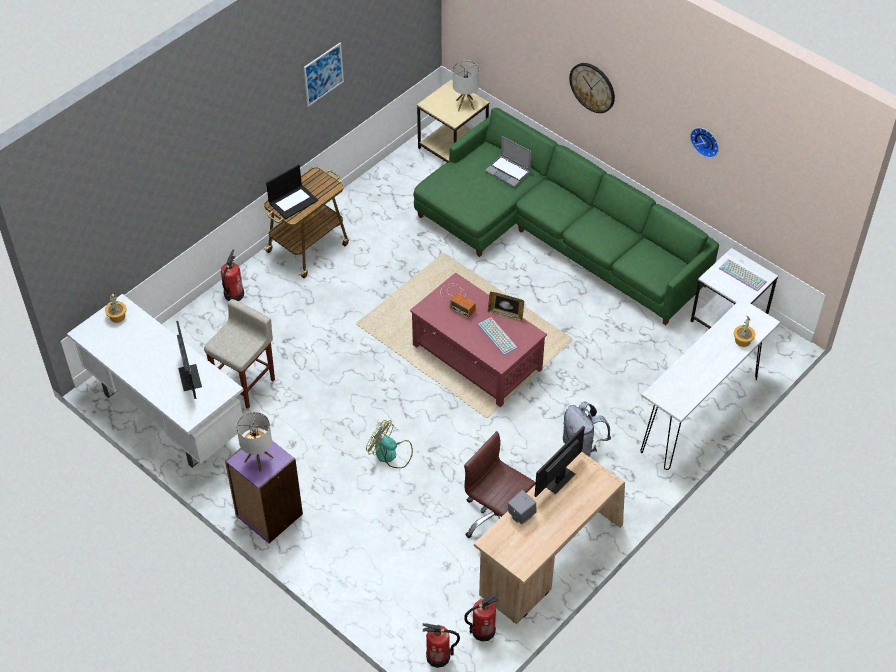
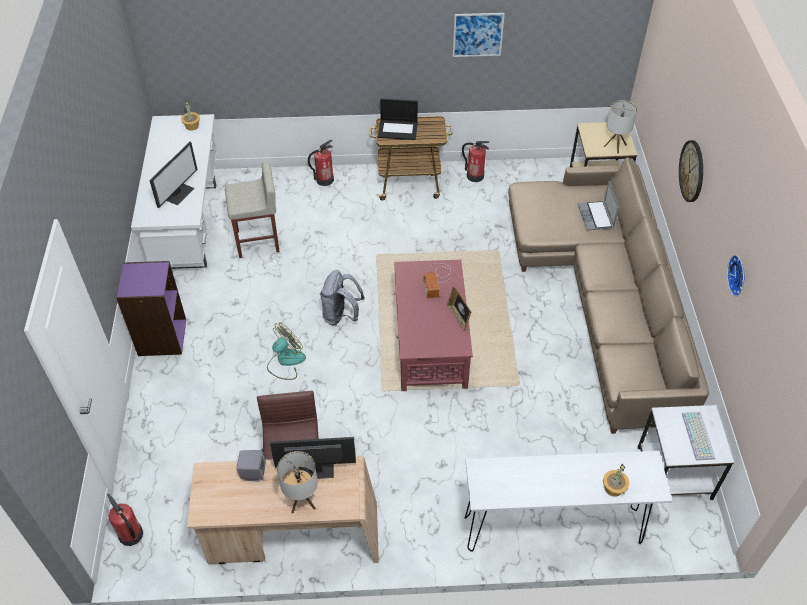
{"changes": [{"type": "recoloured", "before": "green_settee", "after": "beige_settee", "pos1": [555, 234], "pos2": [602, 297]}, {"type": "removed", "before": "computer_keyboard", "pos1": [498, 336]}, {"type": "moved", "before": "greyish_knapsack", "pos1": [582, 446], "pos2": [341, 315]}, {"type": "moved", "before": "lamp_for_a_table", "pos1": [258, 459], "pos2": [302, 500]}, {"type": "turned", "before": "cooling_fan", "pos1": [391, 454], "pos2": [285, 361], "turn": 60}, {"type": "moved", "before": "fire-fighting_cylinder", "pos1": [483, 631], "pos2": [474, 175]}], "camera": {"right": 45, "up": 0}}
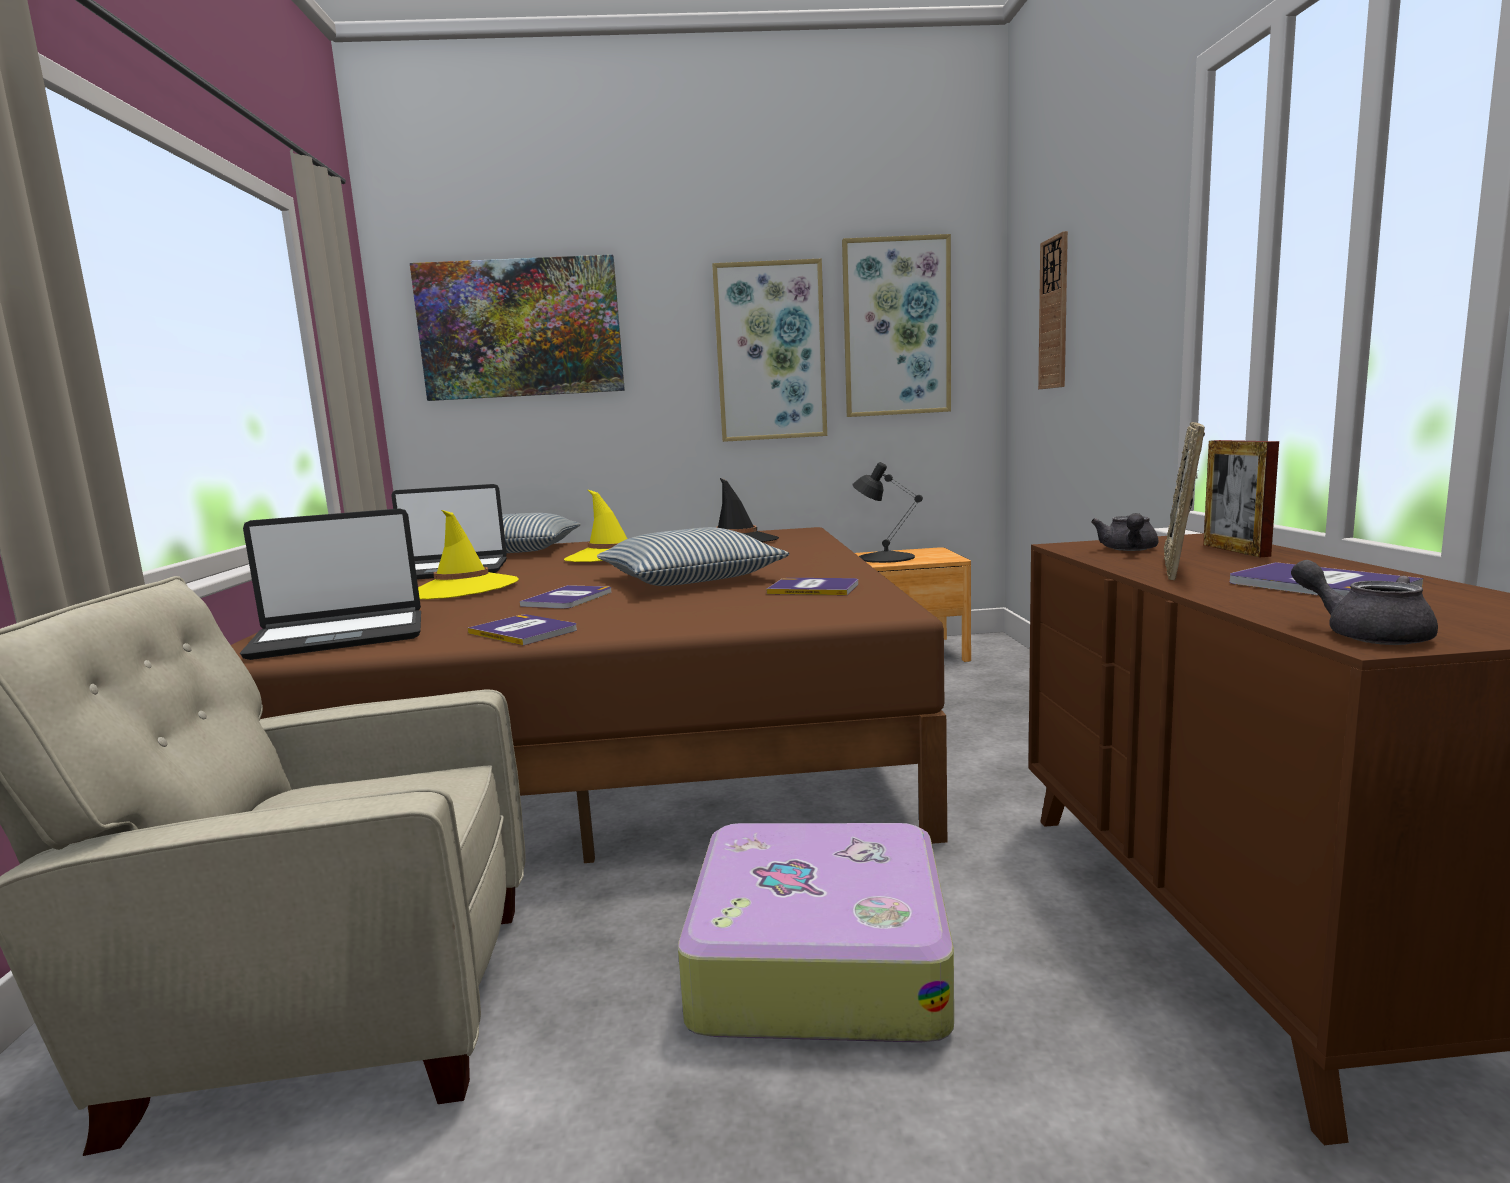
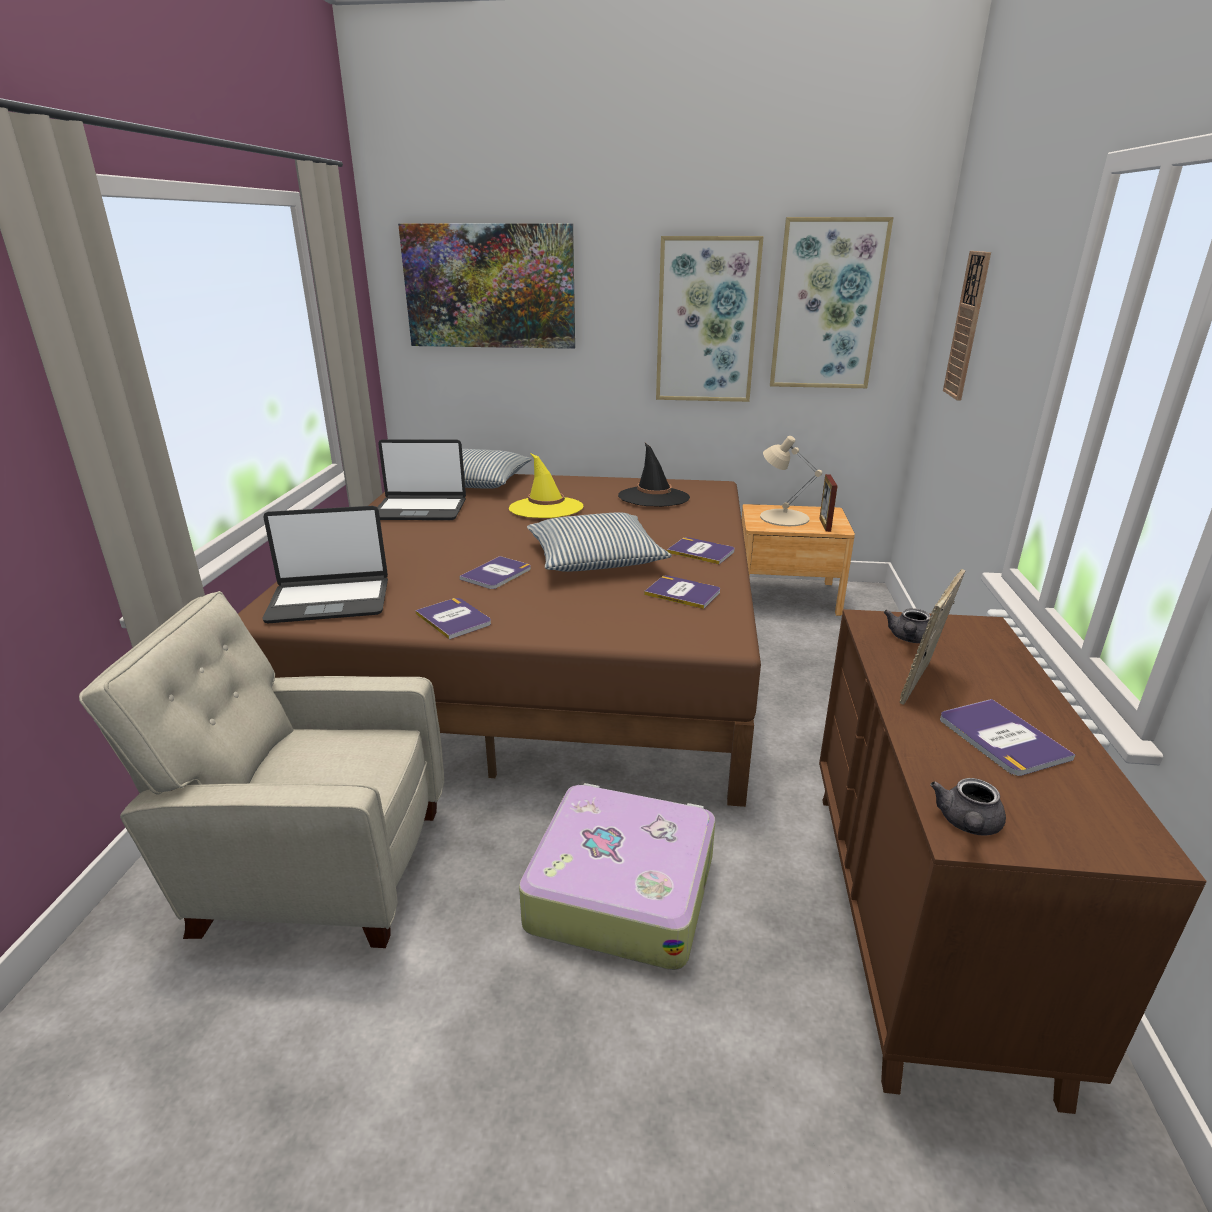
{"changes": [{"type": "moved", "before": "picture_frame", "pos1": [1235, 550], "pos2": [825, 525]}, {"type": "recoloured", "before": "blackish_lamp_for_a_table", "after": "beige_lamp_for_a_table", "pos1": [885, 557], "pos2": [783, 517]}, {"type": "removed", "before": "yellow-coloured_clothing_hat", "pos1": [462, 589]}, {"type": "turned", "before": "greyish_pot_for_tea", "pos1": [1365, 634], "pos2": [967, 824], "turn": -135}, {"type": "added", "after": "volume", "pos2": [701, 551]}], "camera": {"right": 10, "up": 15}}
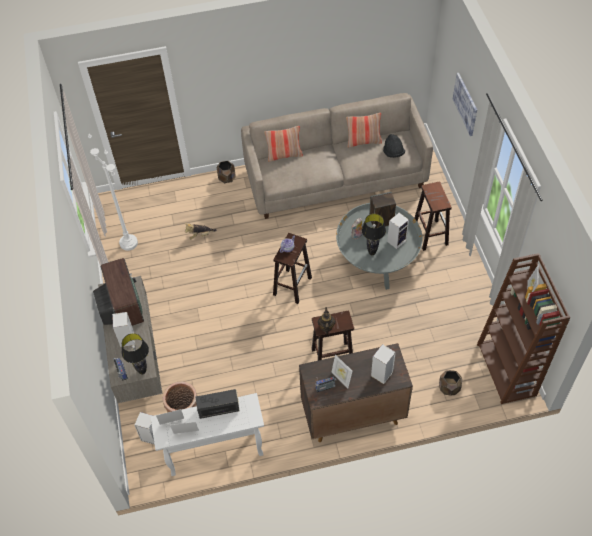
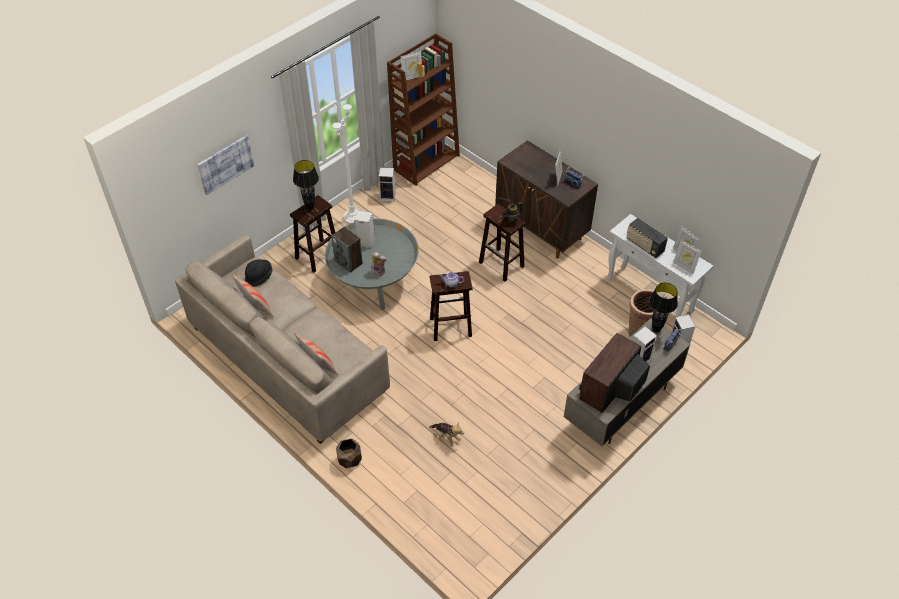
{"changes": [{"type": "moved", "before": "whitish_standard_lamp", "pos1": [129, 243], "pos2": [353, 218]}, {"type": "moved", "before": "blackish_lamp_for_a_table", "pos1": [371, 253], "pos2": [310, 208]}, {"type": "moved", "before": "audio_speaker", "pos1": [382, 375], "pos2": [388, 196]}, {"type": "removed", "before": "brown_planter", "pos1": [449, 388]}], "camera": {"right": -125, "up": -5}}
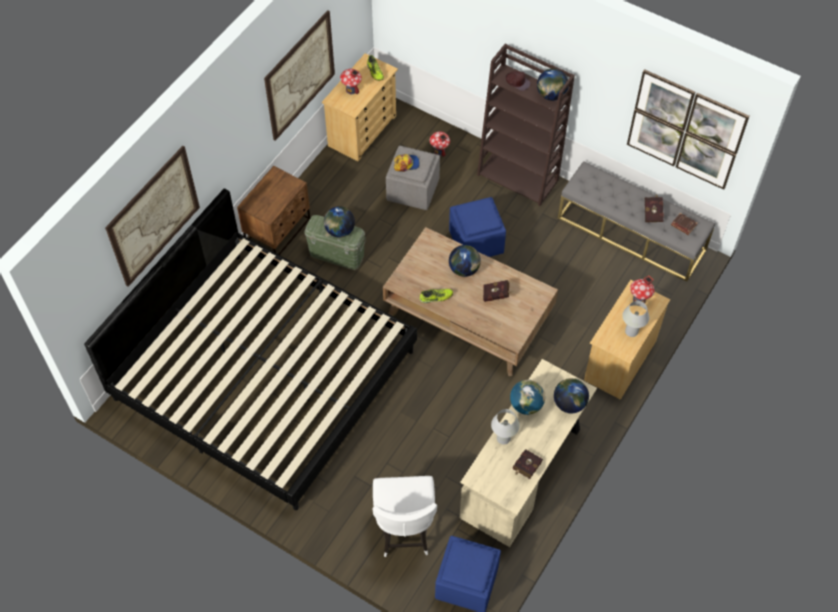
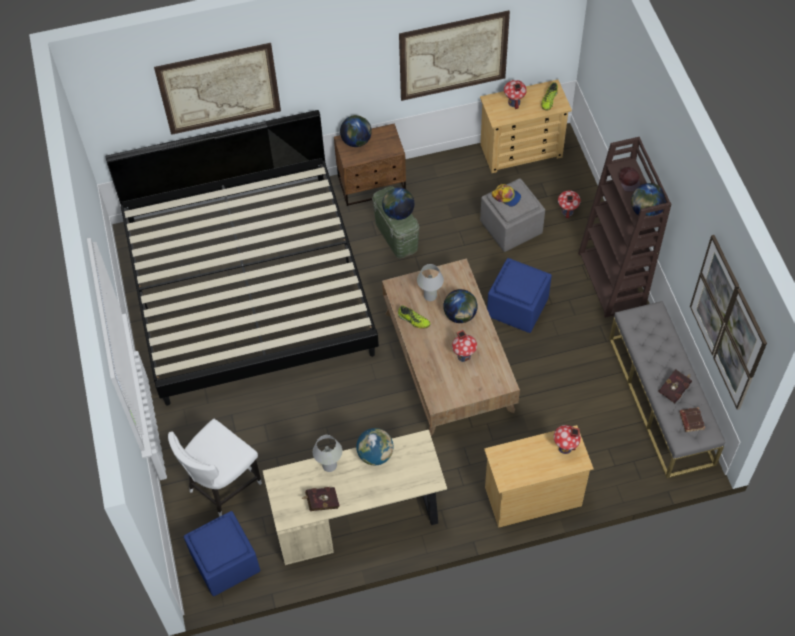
{"changes": [{"type": "replaced", "before": "reddish_volume", "after": "model_house", "pos1": [497, 295], "pos2": [464, 356]}, {"type": "moved", "before": "whitish_lamp_for_a_table", "pos1": [631, 331], "pos2": [430, 296]}, {"type": "moved", "before": "desk_globe", "pos1": [569, 403], "pos2": [356, 141]}], "camera": {"right": 45, "up": 0}}
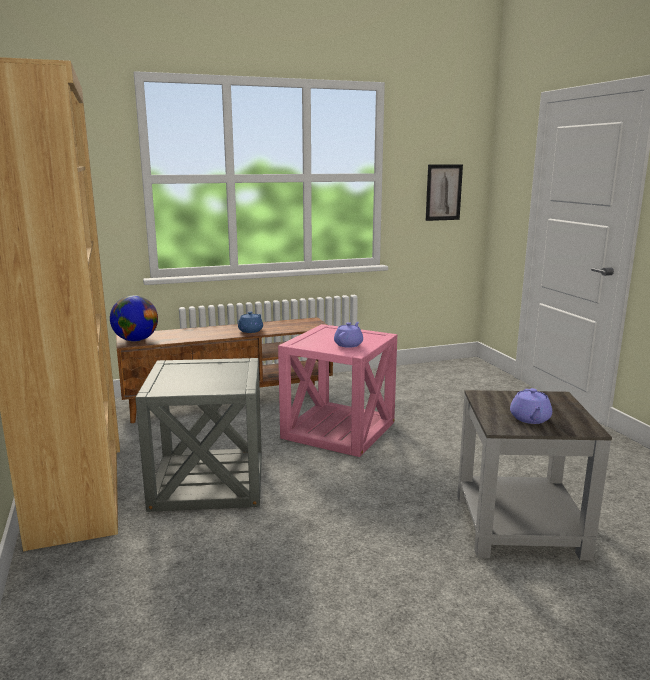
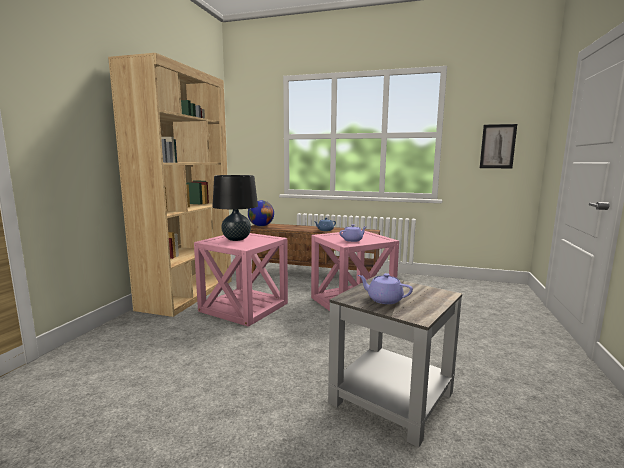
{"changes": [{"type": "recoloured", "before": "greyish_end_table", "after": "pink_end_table", "pos1": [209, 481], "pos2": [244, 307]}, {"type": "turned", "before": "purplish_pot_for_tea", "pos1": [530, 419], "pos2": [384, 299], "turn": 75}, {"type": "added", "after": "blackish_lamp_for_a_table", "pos2": [236, 239]}], "camera": {"right": 35, "up": -5}}
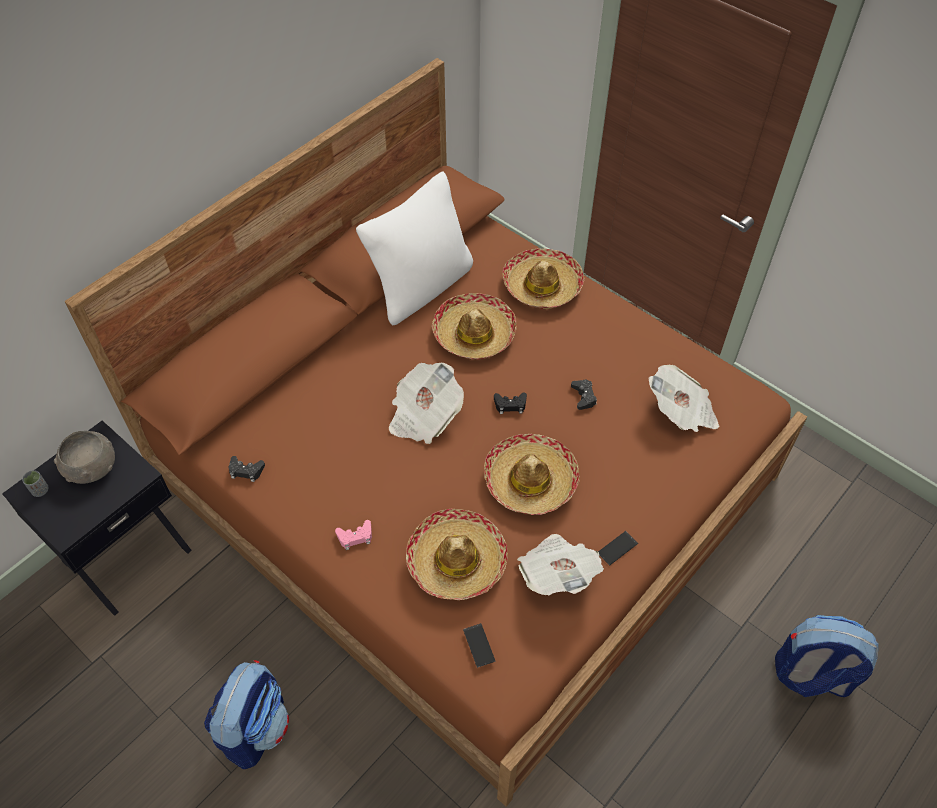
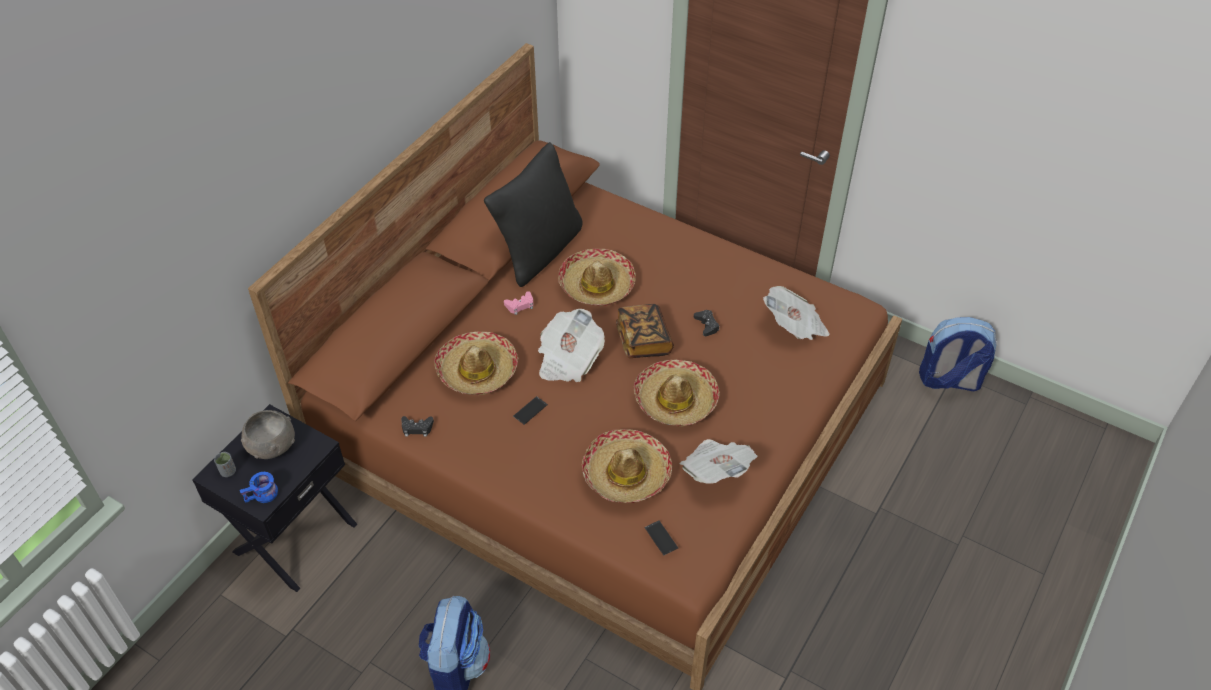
{"changes": [{"type": "recoloured", "before": "whitish_throw_pillow", "after": "blackish_throw_pillow", "pos1": [421, 287], "pos2": [538, 251]}, {"type": "moved", "before": "clothing_hat", "pos1": [542, 286], "pos2": [477, 370]}, {"type": "replaced", "before": "blackish_game_controller", "after": "volume", "pos1": [510, 405], "pos2": [643, 340]}, {"type": "moved", "before": "pink_game_controller", "pos1": [355, 537], "pos2": [520, 305]}, {"type": "moved", "before": "telephone", "pos1": [617, 548], "pos2": [530, 410]}, {"type": "moved", "before": "knapsack", "pos1": [811, 675], "pos2": [949, 380]}, {"type": "added", "after": "blue_mug", "pos2": [262, 496]}], "camera": {"right": -10, "up": -5}}
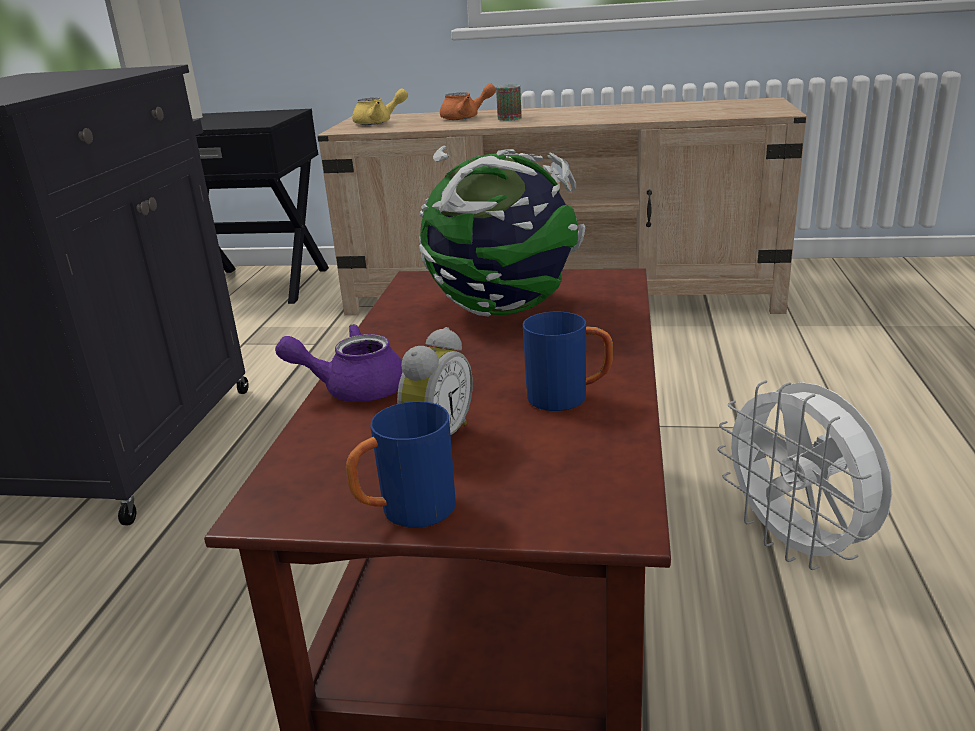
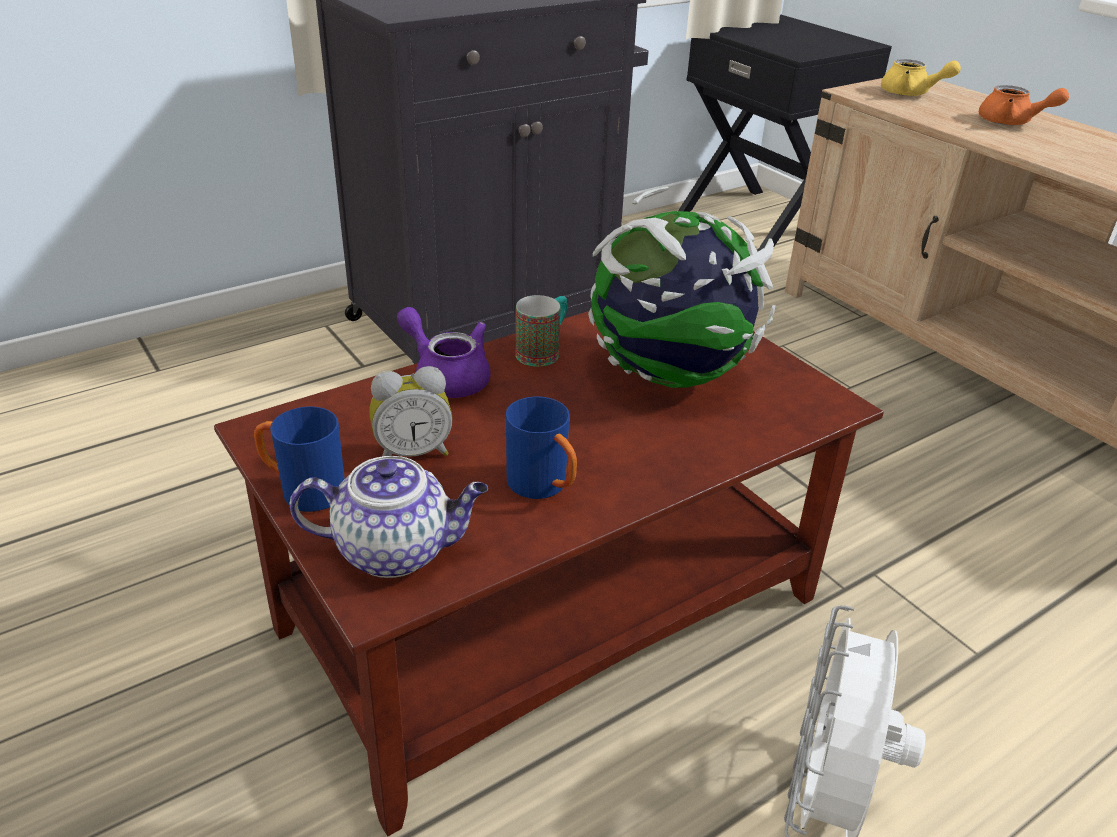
{"changes": [{"type": "moved", "before": "mug", "pos1": [508, 118], "pos2": [543, 351]}, {"type": "added", "after": "pot_for_tea", "pos2": [397, 550]}], "camera": {"right": 45, "up": 10}}
